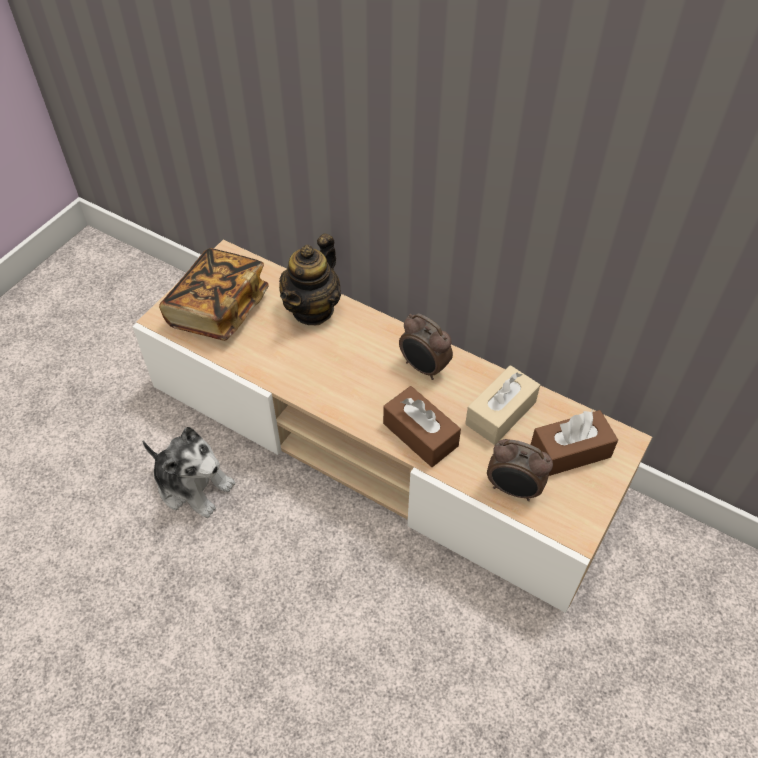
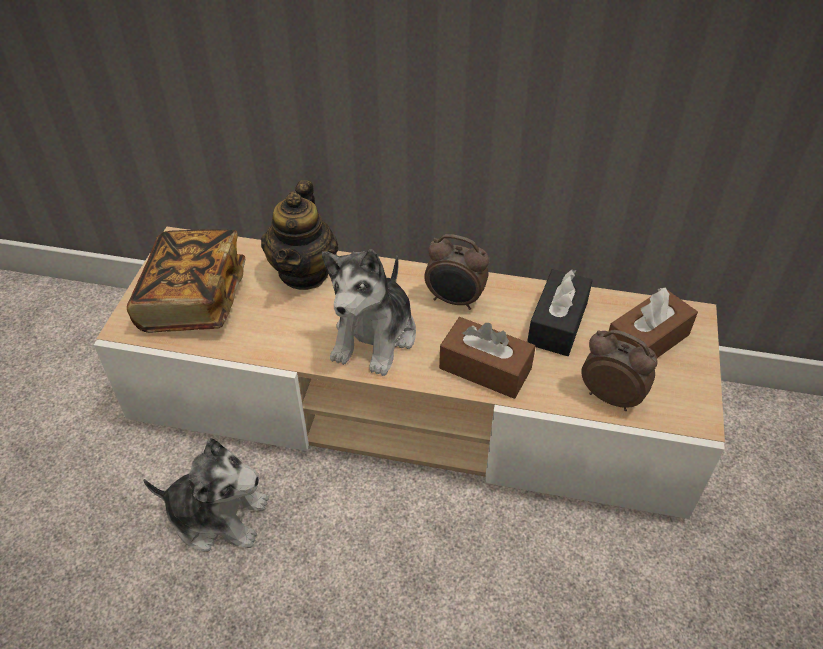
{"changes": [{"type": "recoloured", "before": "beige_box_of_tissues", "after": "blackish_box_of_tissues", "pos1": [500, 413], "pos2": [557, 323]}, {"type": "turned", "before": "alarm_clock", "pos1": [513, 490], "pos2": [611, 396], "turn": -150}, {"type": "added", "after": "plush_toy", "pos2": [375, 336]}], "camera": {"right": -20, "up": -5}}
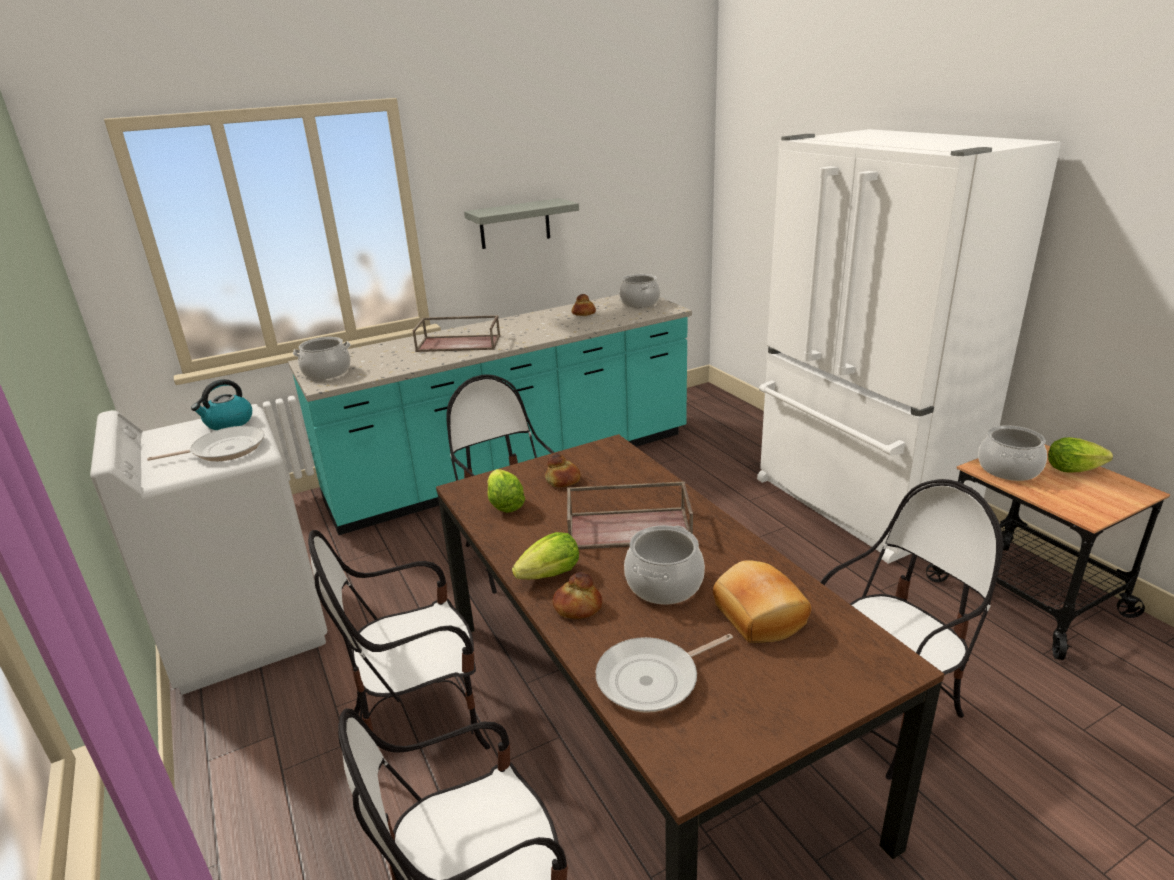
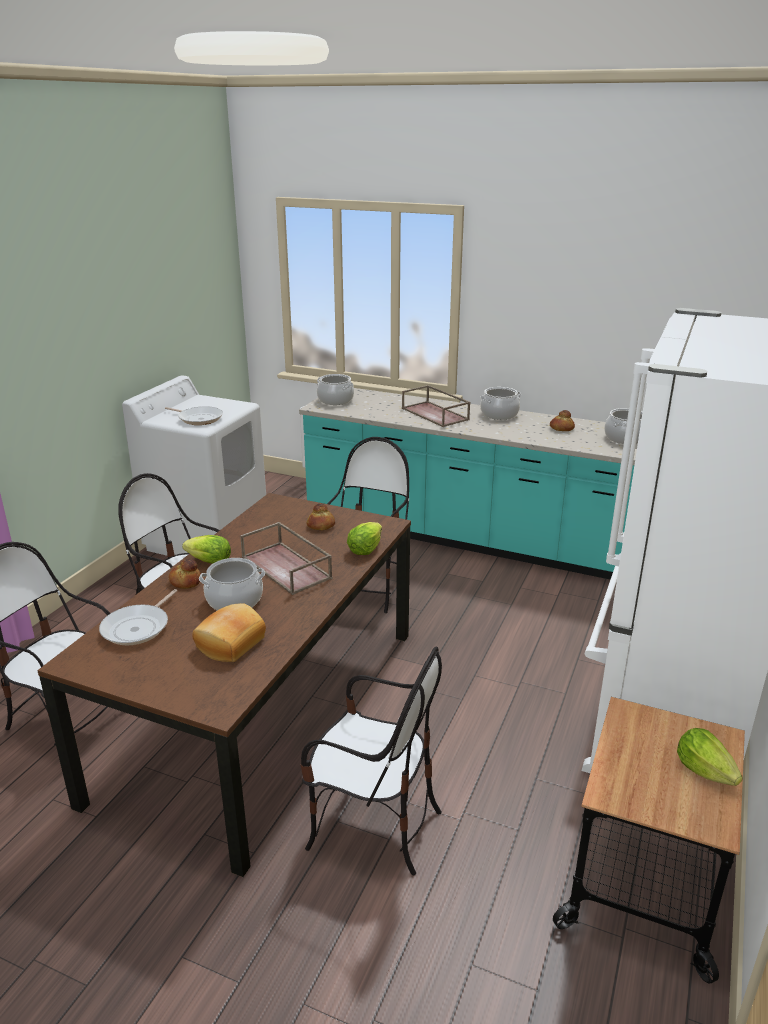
{"changes": [{"type": "removed", "before": "greyish_shelf", "pos1": [514, 224]}, {"type": "removed", "before": "kettle", "pos1": [228, 423]}, {"type": "moved", "before": "cooking_pot", "pos1": [1009, 469], "pos2": [499, 414]}, {"type": "moved", "before": "lettuce", "pos1": [505, 505], "pos2": [365, 549]}, {"type": "turned", "before": "skillet", "pos1": [653, 679], "pos2": [138, 627], "turn": -90}], "camera": {"right": 50, "up": 0}}
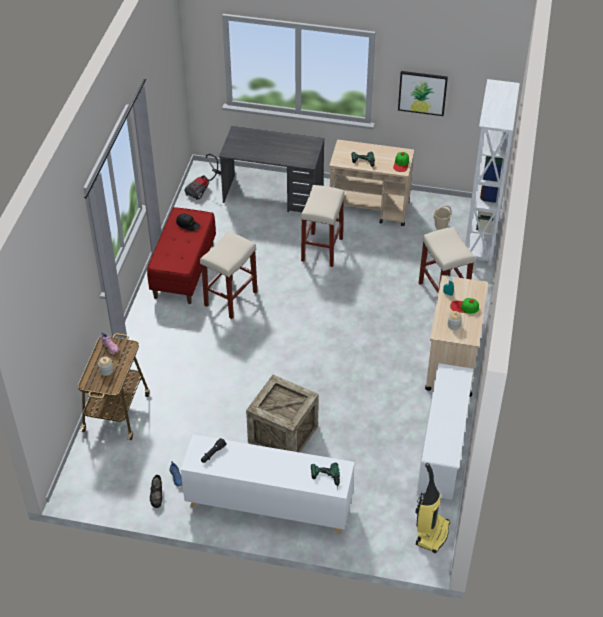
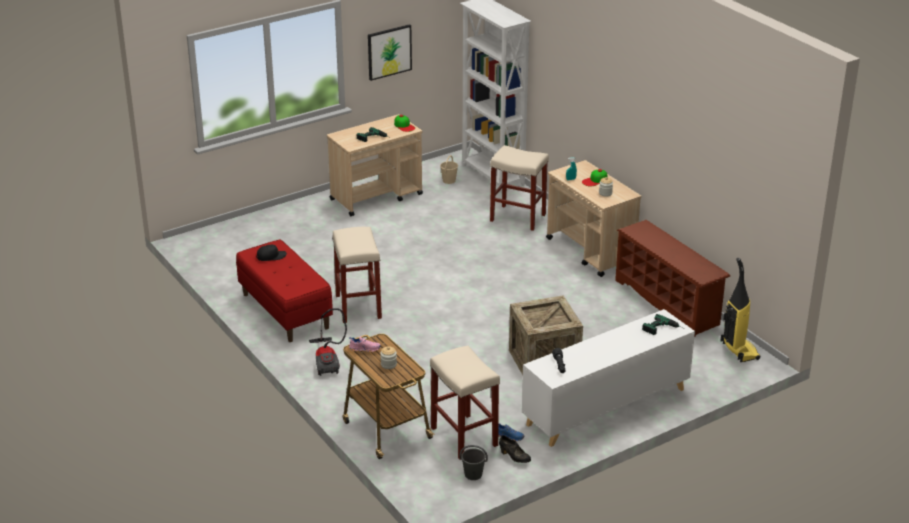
{"changes": [{"type": "removed", "before": "greyish_desk_table", "pos1": [273, 195]}, {"type": "moved", "before": "vacuum_cleaner", "pos1": [204, 188], "pos2": [328, 361]}, {"type": "moved", "before": "beige_stool_seat", "pos1": [322, 250], "pos2": [465, 437]}, {"type": "recoloured", "before": "whitish_shoe_stand", "after": "brown_shoe_stand", "pos1": [443, 450], "pos2": [668, 302]}, {"type": "added", "after": "greyish_pail", "pos2": [473, 474]}], "camera": {"right": -45, "up": -15}}
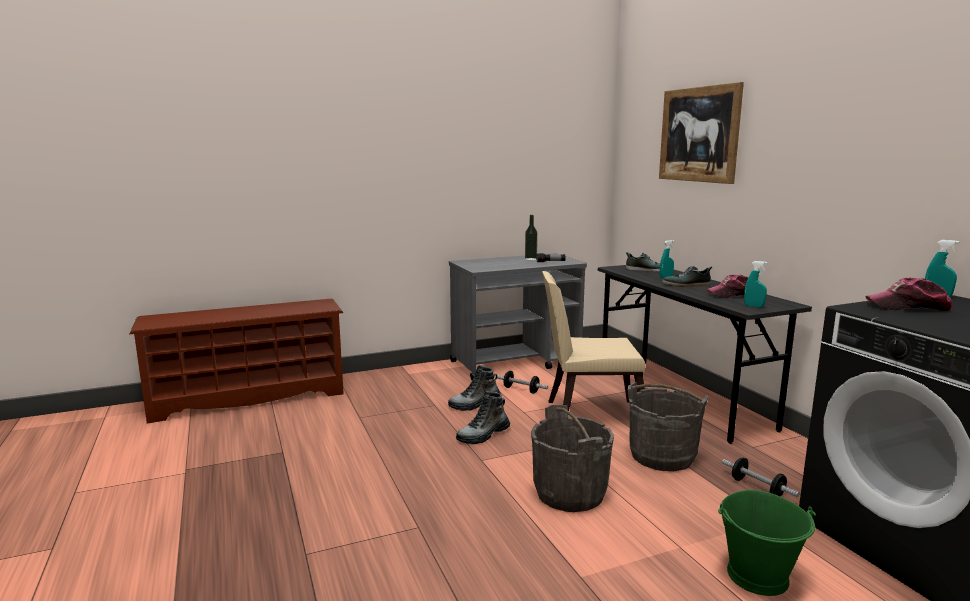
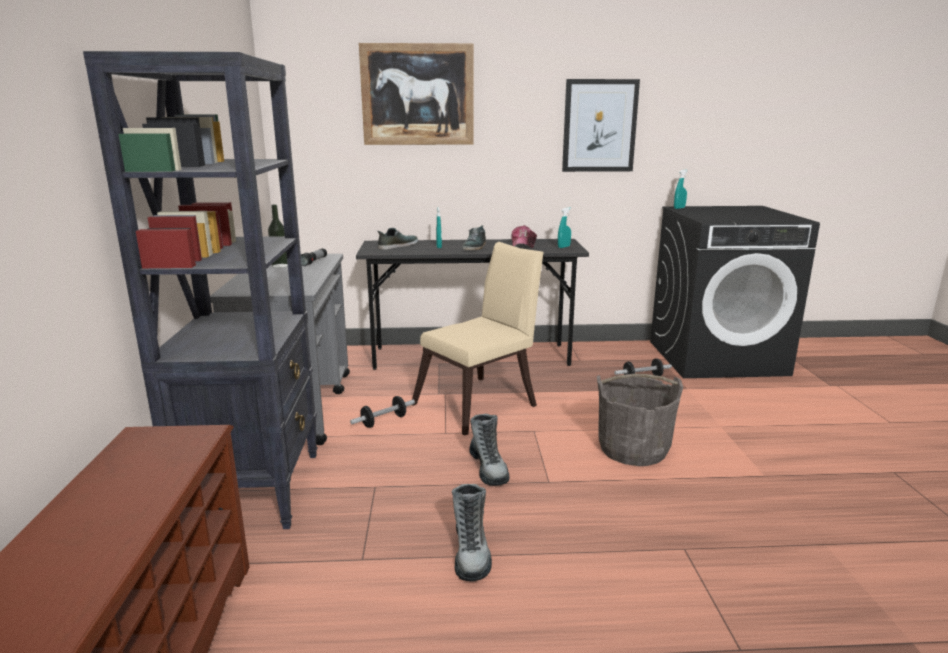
{"changes": [{"type": "turned", "before": "beige_plain_chair", "pos1": [588, 416], "pos2": [481, 403], "turn": -150}, {"type": "removed", "before": "baseball_cap", "pos1": [908, 307]}, {"type": "moved", "before": "boot", "pos1": [475, 404], "pos2": [471, 553]}, {"type": "removed", "before": "greyish_pail", "pos1": [662, 456]}, {"type": "removed", "before": "green_pail", "pos1": [758, 576]}, {"type": "added", "after": "blackish_shelving_unit", "pos2": [254, 488]}, {"type": "added", "after": "wall_art", "pos2": [599, 126]}], "camera": {"right": -70, "up": 5}}
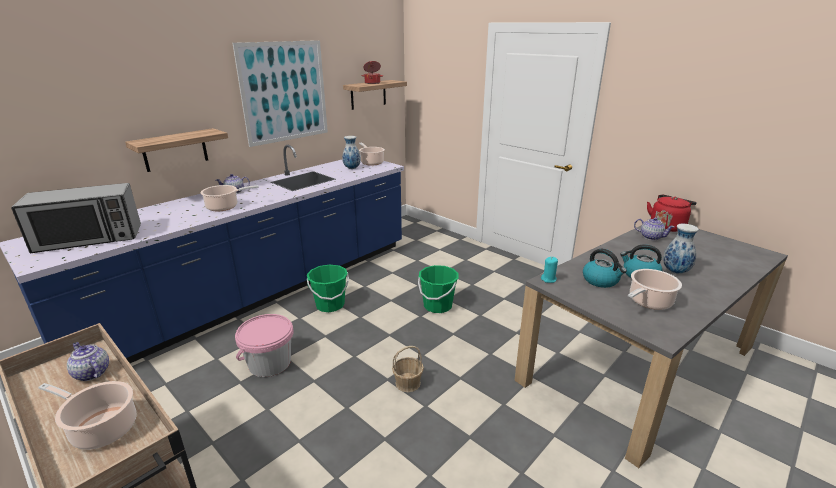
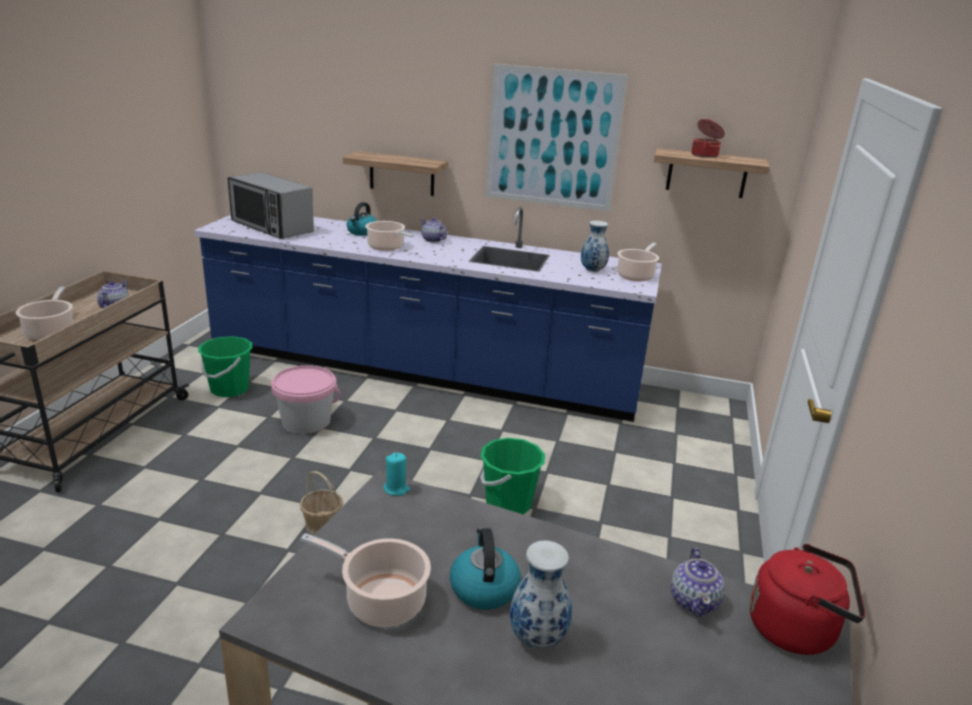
{"changes": [{"type": "moved", "before": "kettle", "pos1": [601, 280], "pos2": [362, 232]}, {"type": "moved", "before": "green_pail", "pos1": [330, 305], "pos2": [229, 389]}], "camera": {"right": 60, "up": 0}}
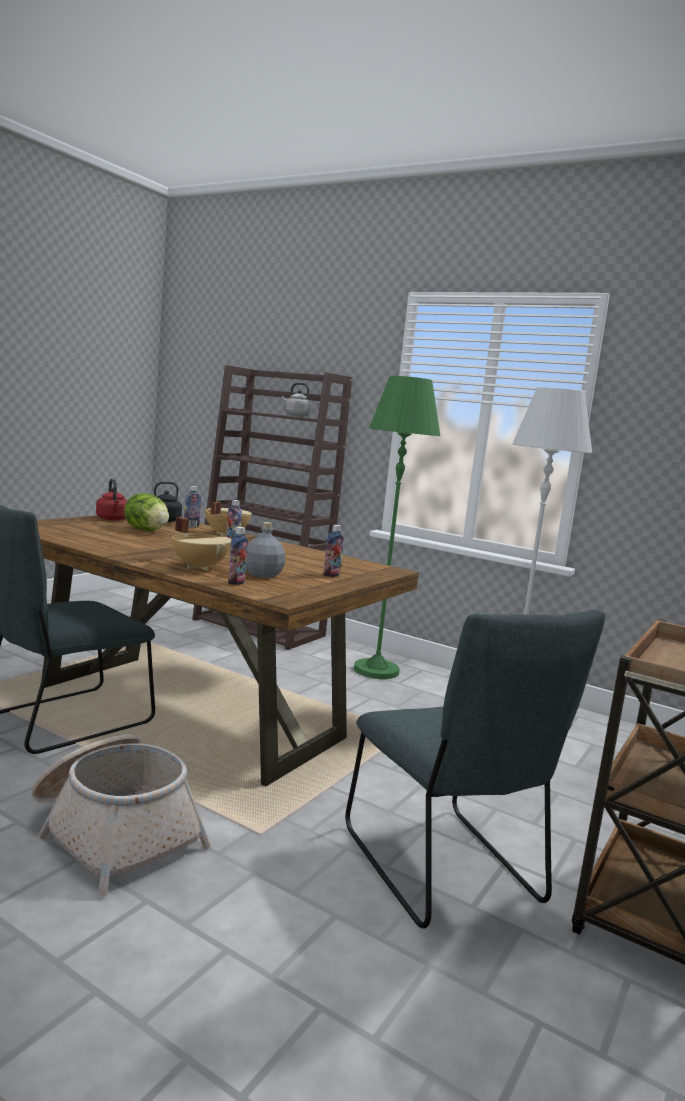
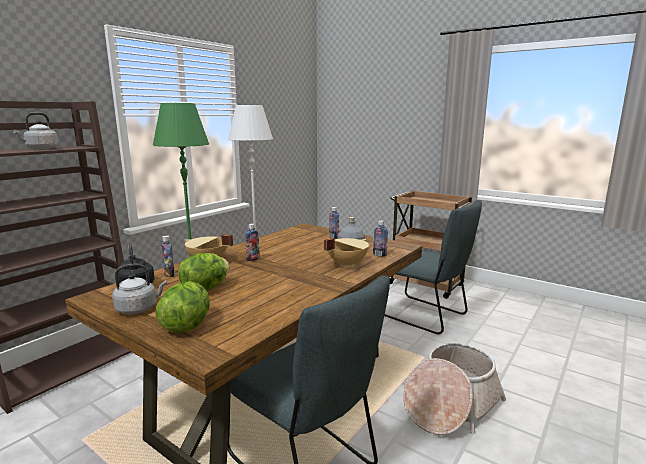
{"changes": [{"type": "recoloured", "before": "reddish_kettle", "after": "greyish_kettle", "pos1": [113, 519], "pos2": [139, 309]}, {"type": "turned", "before": "greyish_plain_chair", "pos1": [445, 871], "pos2": [425, 315], "turn": 60}, {"type": "added", "after": "lettuce", "pos2": [187, 325]}], "camera": {"right": -85, "up": 5}}
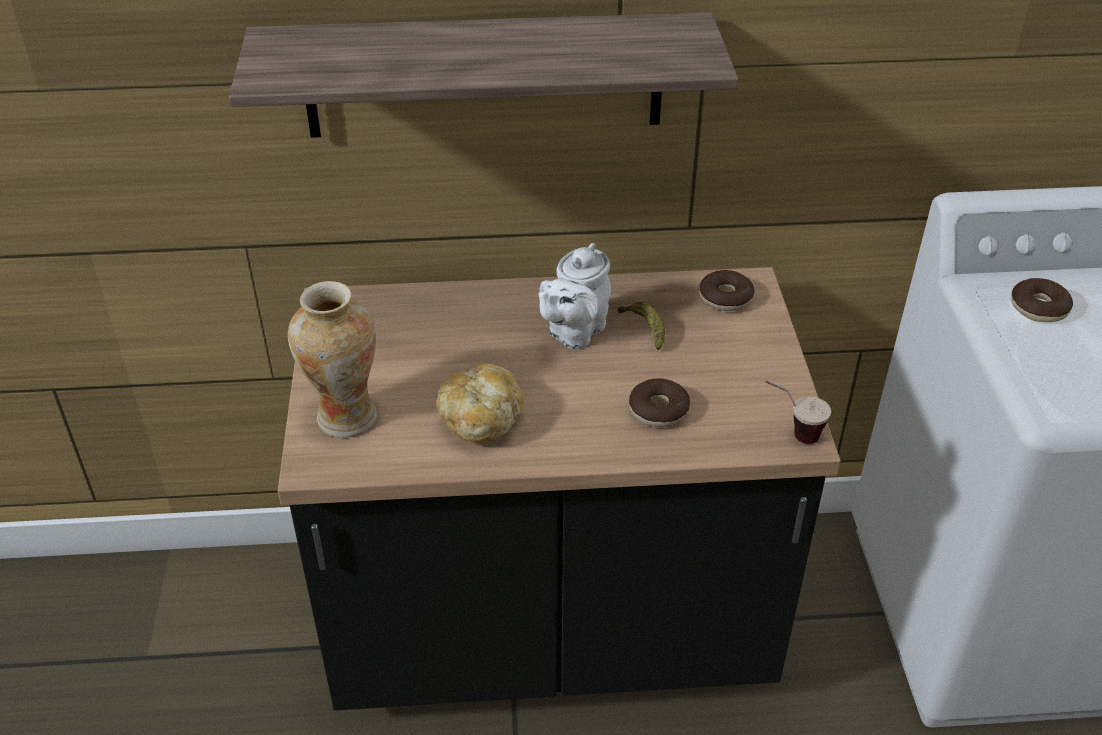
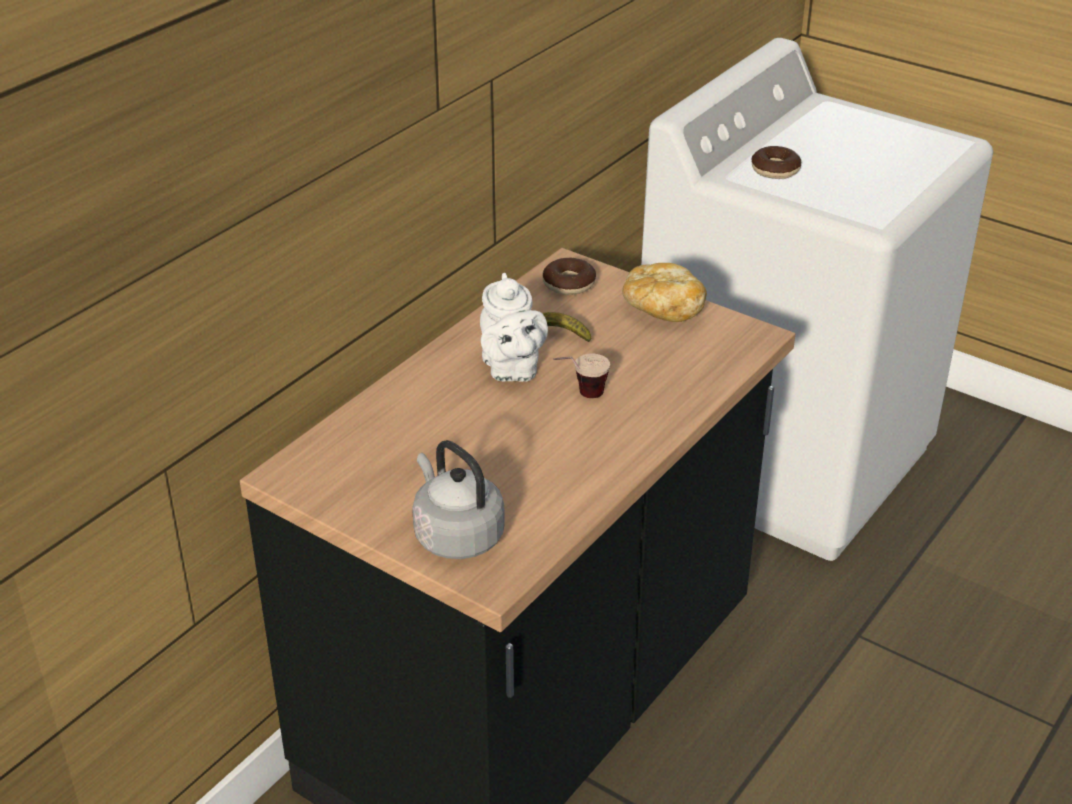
{"changes": [{"type": "removed", "before": "shelf", "pos1": [484, 75]}, {"type": "replaced", "before": "decorative_vase", "after": "greyish_kettle", "pos1": [344, 417], "pos2": [456, 535]}, {"type": "moved", "before": "baked_bread", "pos1": [481, 419], "pos2": [662, 309]}, {"type": "removed", "before": "donut", "pos1": [658, 410]}, {"type": "moved", "before": "small_cup", "pos1": [791, 433], "pos2": [579, 397]}], "camera": {"right": -50, "up": -5}}
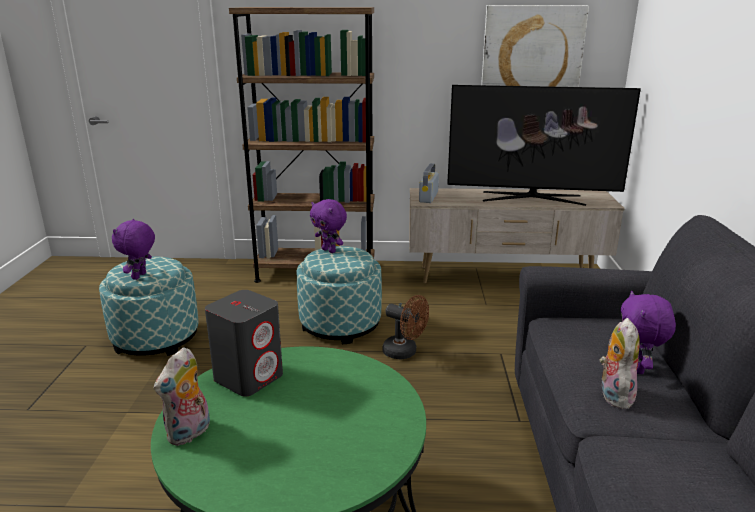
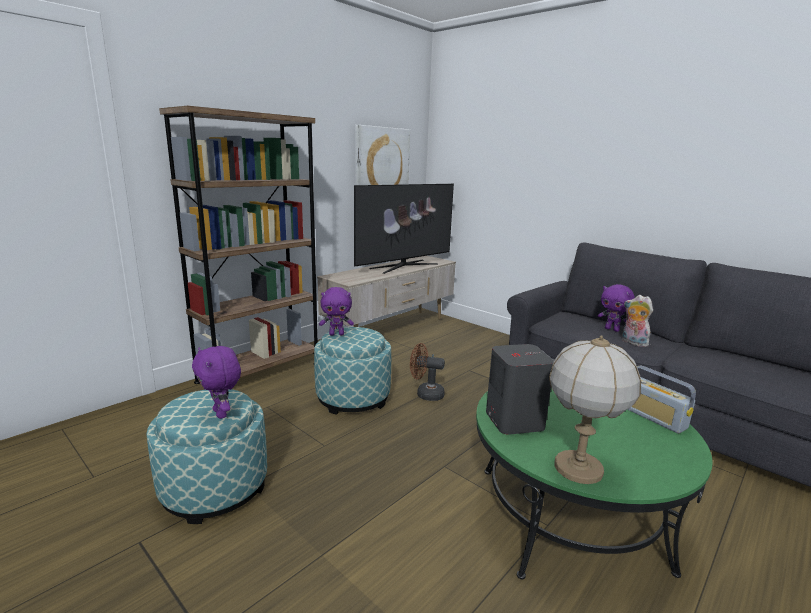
{"changes": [{"type": "moved", "before": "radio", "pos1": [428, 197], "pos2": [654, 418]}, {"type": "turned", "before": "brown_cooling_fan", "pos1": [405, 352], "pos2": [425, 394], "turn": -150}, {"type": "replaced", "before": "plush_toy", "after": "lamp_for_a_table", "pos1": [189, 433], "pos2": [577, 468]}], "camera": {"right": -50, "up": -5}}
